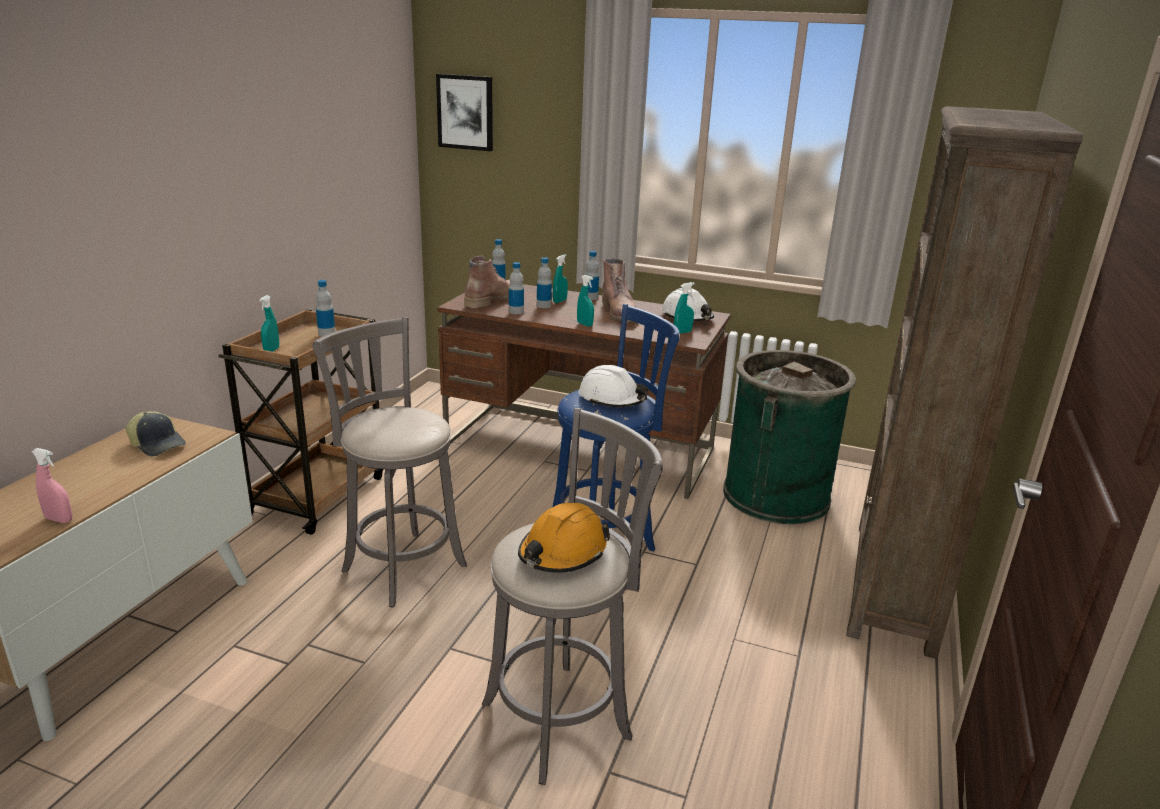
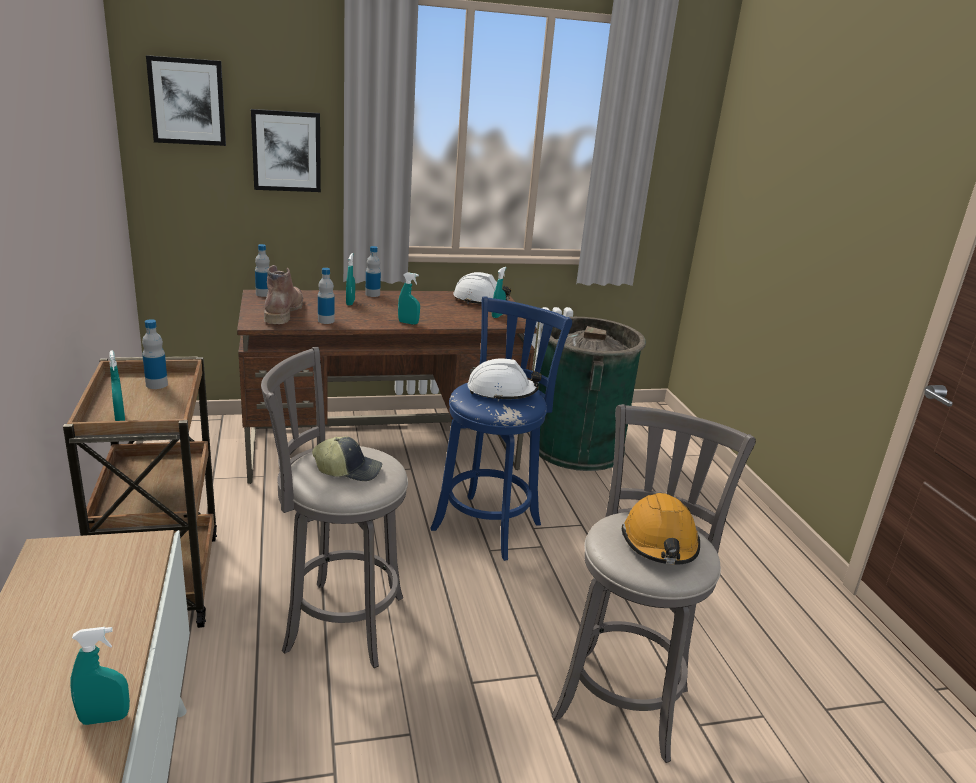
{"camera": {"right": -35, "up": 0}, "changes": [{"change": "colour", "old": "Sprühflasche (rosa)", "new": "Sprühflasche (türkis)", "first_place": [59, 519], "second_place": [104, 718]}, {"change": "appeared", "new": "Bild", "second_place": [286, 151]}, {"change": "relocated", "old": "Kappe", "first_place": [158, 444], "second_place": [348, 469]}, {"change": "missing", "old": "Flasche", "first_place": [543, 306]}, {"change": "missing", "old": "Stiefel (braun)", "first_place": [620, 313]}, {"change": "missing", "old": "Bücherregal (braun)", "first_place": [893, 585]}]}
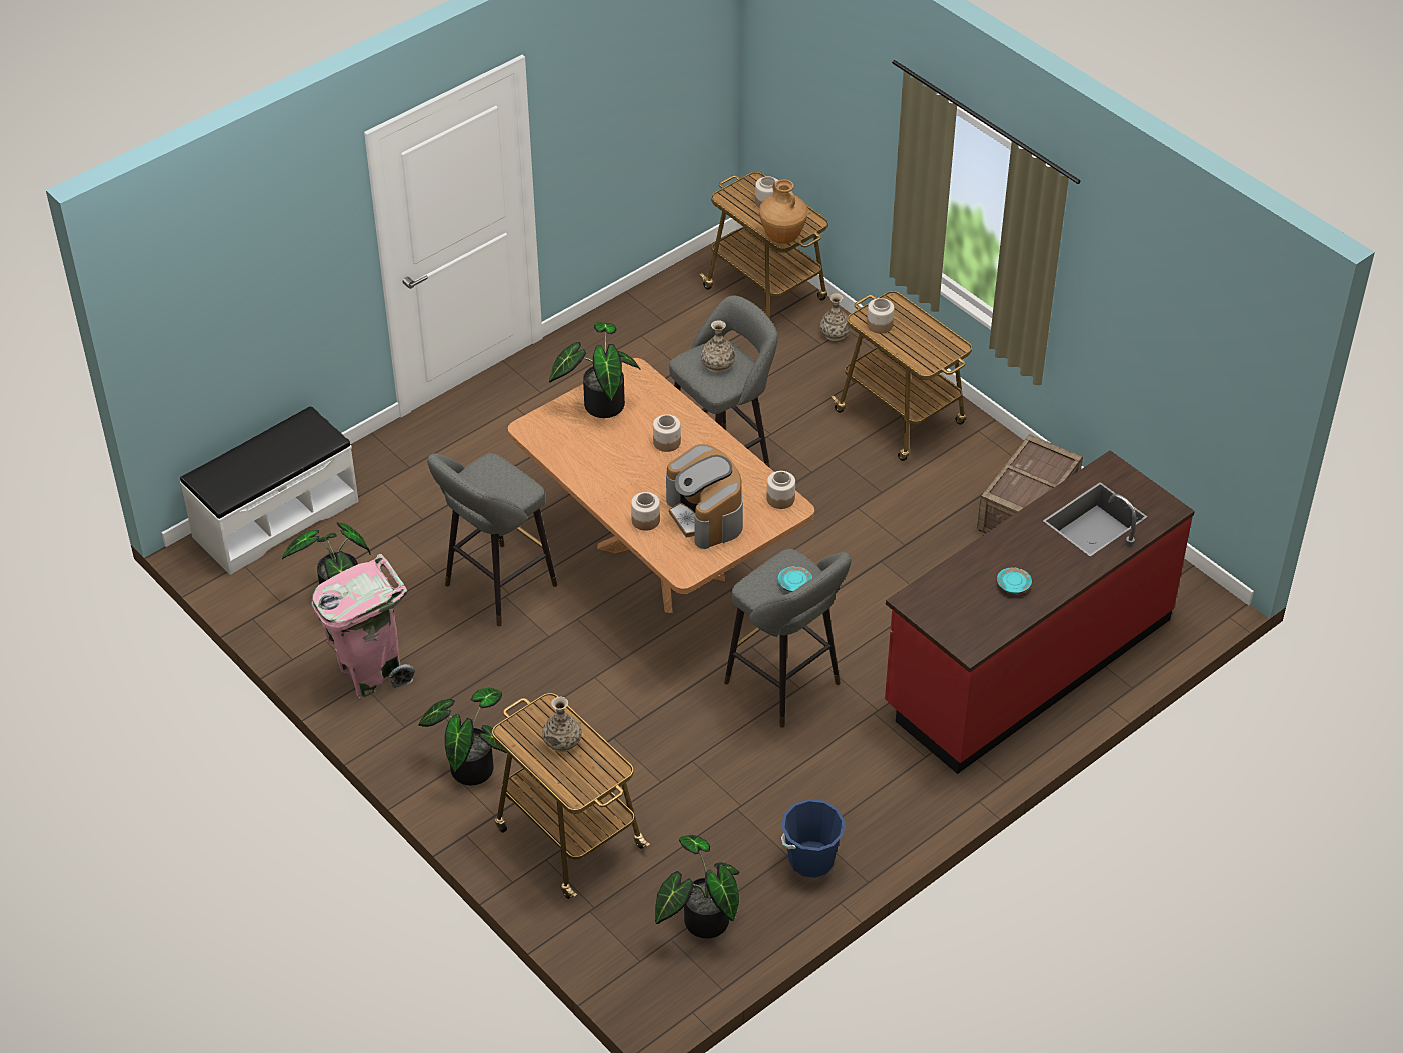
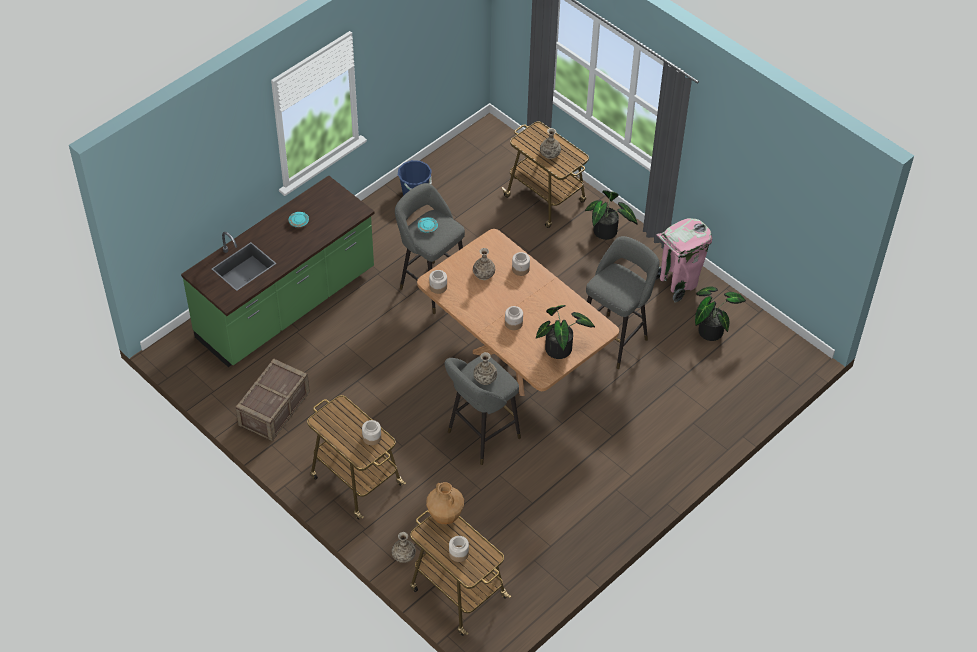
{"camera": {"right": 175, "up": 5}, "changes": [{"change": "colour", "old": "Küchenzeile (rot)", "new": "Küchenzeile (grün)", "first_place": [1027, 663], "second_place": [287, 305]}, {"change": "exchanged", "old": "Kaffeemaschine", "new": "Vase", "first_place": [706, 515], "second_place": [483, 274]}, {"change": "missing", "old": "Bank (weiß)", "first_place": [275, 518]}, {"change": "missing", "old": "Topfpflanze", "first_place": [700, 921]}]}
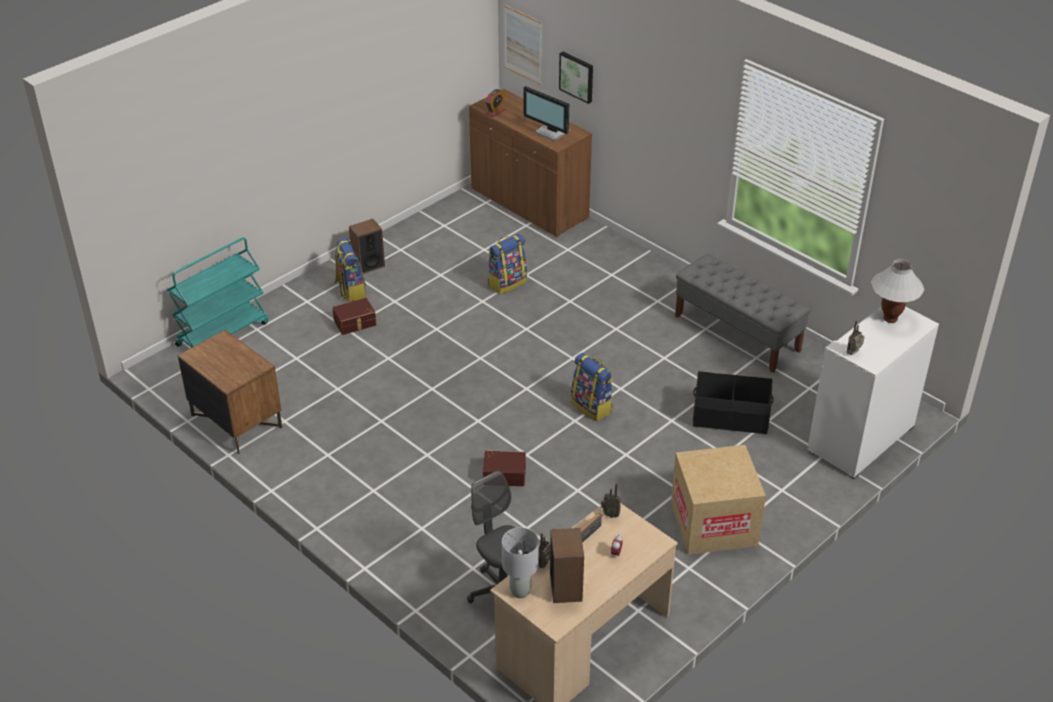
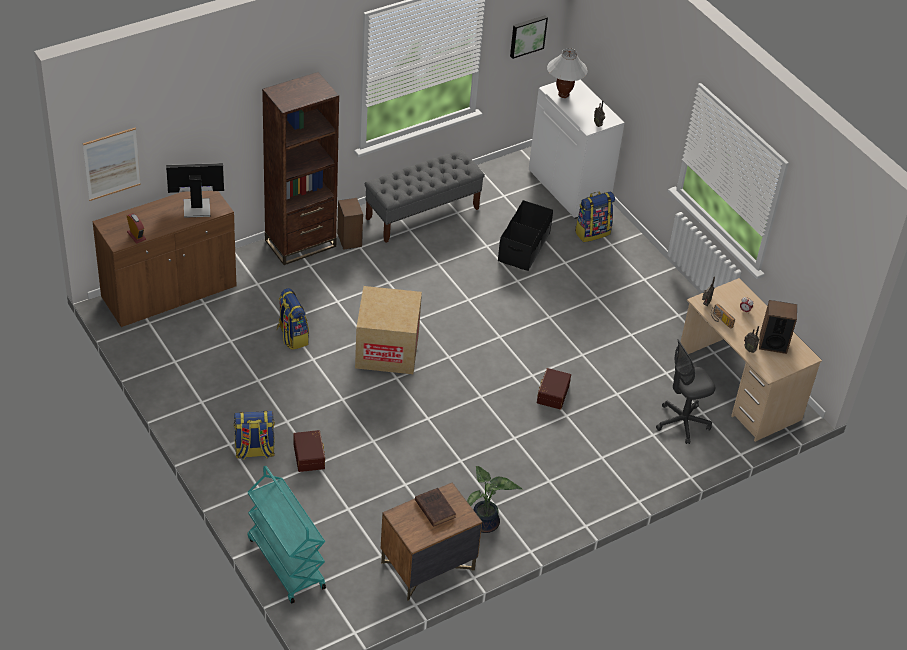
{"camera": {"right": -80, "up": 5}, "changes": [{"change": "spun", "old": "Monitor", "first_place": [551, 132], "second_place": [196, 207], "degrees": -150}, {"change": "appeared", "new": "Bücherregal (braun)", "second_place": [300, 243]}, {"change": "relocated", "old": "Lautsprecher", "first_place": [368, 265], "second_place": [349, 240]}, {"change": "relocated", "old": "Karton", "first_place": [713, 524], "second_place": [387, 350]}, {"change": "appeared", "new": "Buch (braun)", "second_place": [434, 508]}, {"change": "appeared", "new": "Topfpflanze", "second_place": [485, 525]}, {"change": "relocated", "old": "Bild", "first_place": [577, 76], "second_place": [527, 35]}, {"change": "relocated", "old": "Rucksack", "first_place": [592, 407], "second_place": [592, 232]}, {"change": "missing", "old": "Tischlampe (grau)", "first_place": [520, 592]}]}
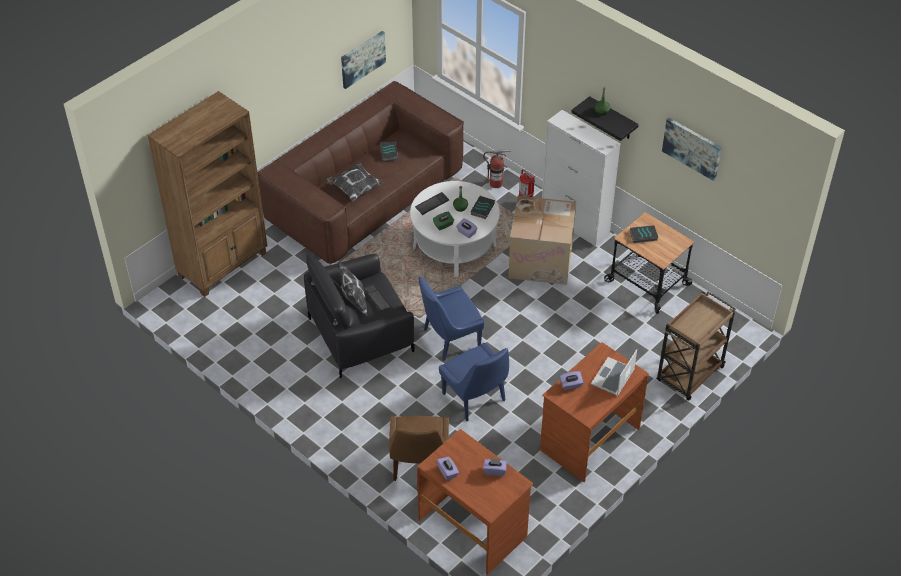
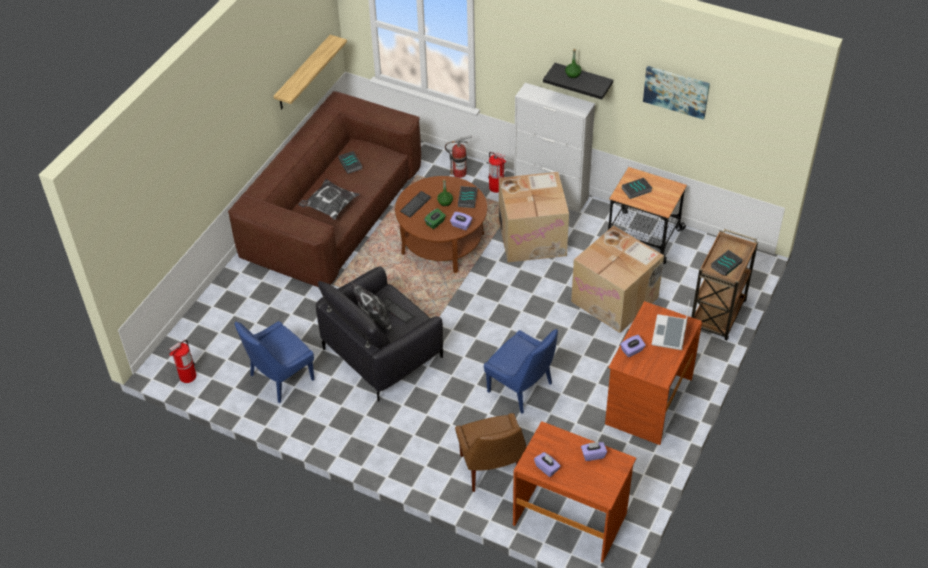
{"camera": {"right": -15, "up": 0}, "changes": [{"change": "appeared", "new": "Feuerlöscher", "second_place": [187, 376]}, {"change": "relocated", "old": "Stuhl (blau)", "first_place": [449, 339], "second_place": [280, 378]}, {"change": "exchanged", "old": "Bild", "new": "Wandregal", "first_place": [362, 59], "second_place": [303, 73]}, {"change": "colour", "old": "Couchtisch (weiß)", "new": "Couchtisch (braun)", "first_place": [454, 246], "second_place": [442, 243]}, {"change": "appeared", "new": "Karton", "second_place": [616, 299]}, {"change": "appeared", "new": "Buch", "second_place": [725, 264]}, {"change": "missing", "old": "Bücherregal (braun)", "first_place": [224, 265]}]}
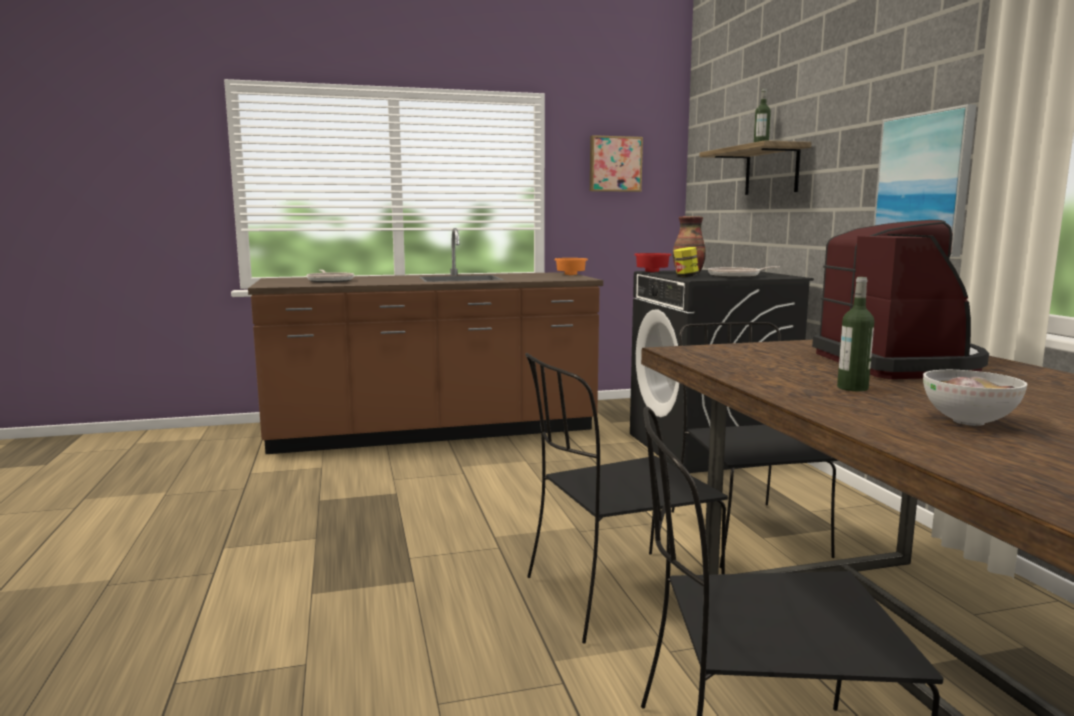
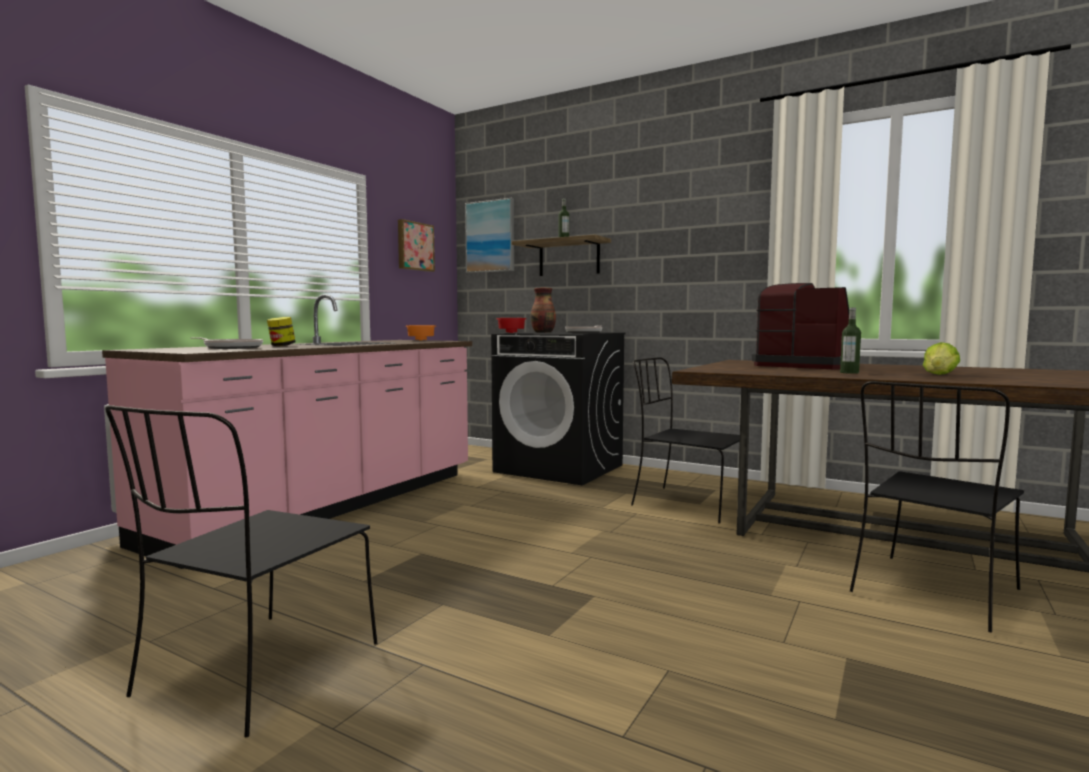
{"camera": {"right": -45, "up": -5}, "changes": [{"change": "colour", "old": "Küchenzeile (braun)", "new": "Küchenzeile (rosa)", "first_place": [433, 431], "second_place": [328, 506]}, {"change": "relocated", "old": "Stuhl (schwarz)", "first_place": [616, 595], "second_place": [256, 672]}, {"change": "relocated", "old": "Vorratsglas", "first_place": [685, 277], "second_place": [281, 346]}, {"change": "relocated", "old": "Bild", "first_place": [923, 184], "second_place": [490, 236]}, {"change": "exchanged", "old": "Schüssel", "new": "Salatkopf", "first_place": [969, 422], "second_place": [939, 375]}]}
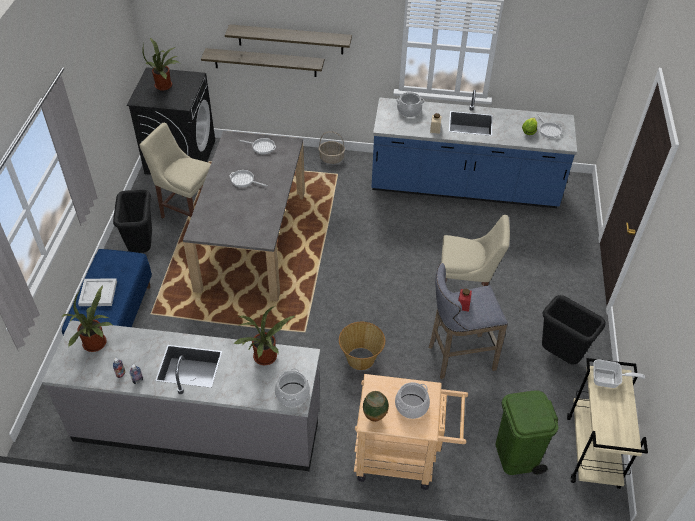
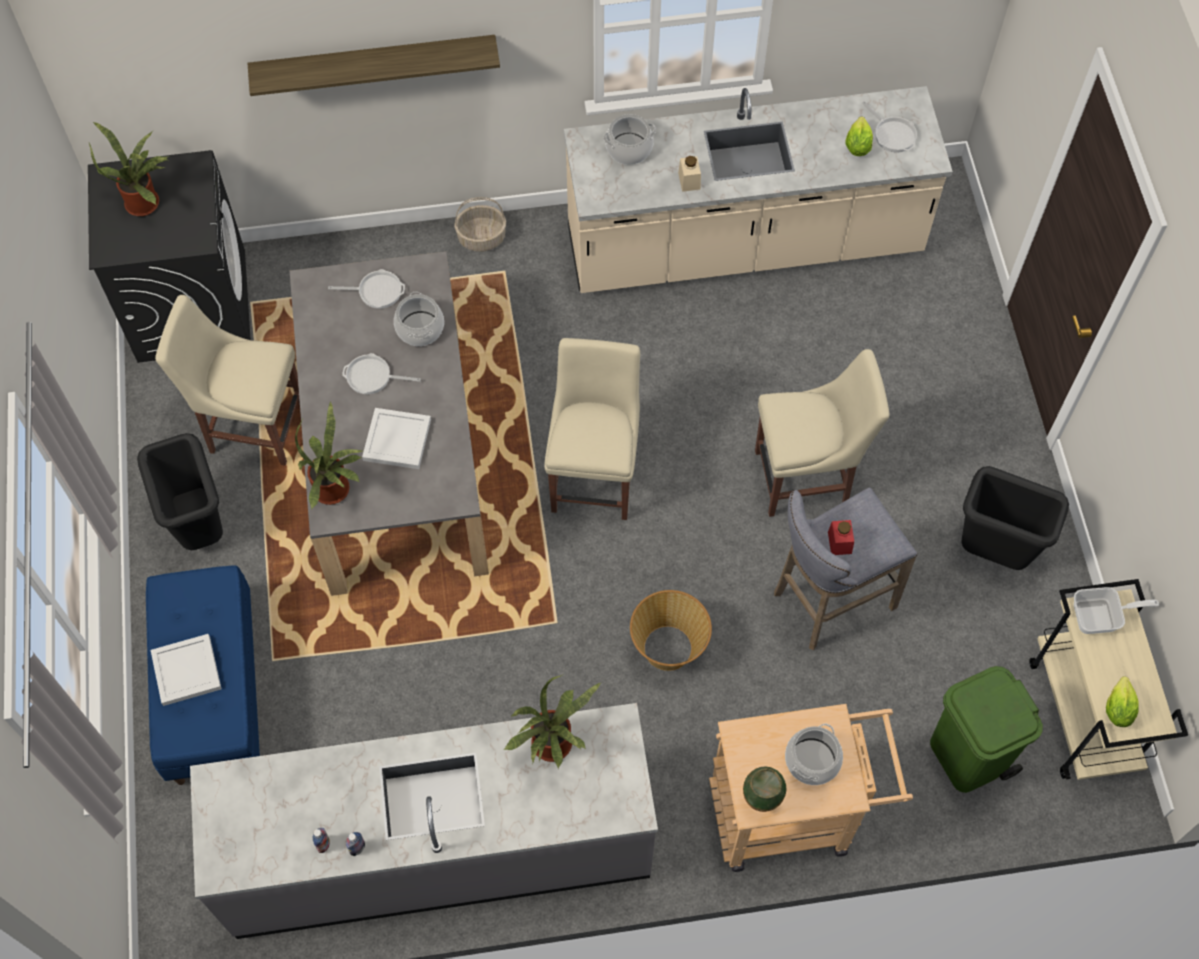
{"camera": {"right": -15, "up": 15}, "changes": [{"change": "relocated", "old": "Topfpflanze", "first_place": [97, 344], "second_place": [335, 490]}, {"change": "appeared", "new": "Tablett (weiß)", "second_place": [396, 439]}, {"change": "relocated", "old": "Kochtopf", "first_place": [292, 394], "second_place": [419, 328]}, {"change": "appeared", "new": "Stuhl (beige)", "second_place": [595, 475]}, {"change": "colour", "old": "Küchenzeile (blau)", "new": "Küchenzeile (beige)", "first_place": [464, 188], "second_place": [744, 246]}, {"change": "appeared", "new": "Salatkopf", "second_place": [1117, 709]}, {"change": "missing", "old": "Wandregal", "first_place": [265, 62]}]}
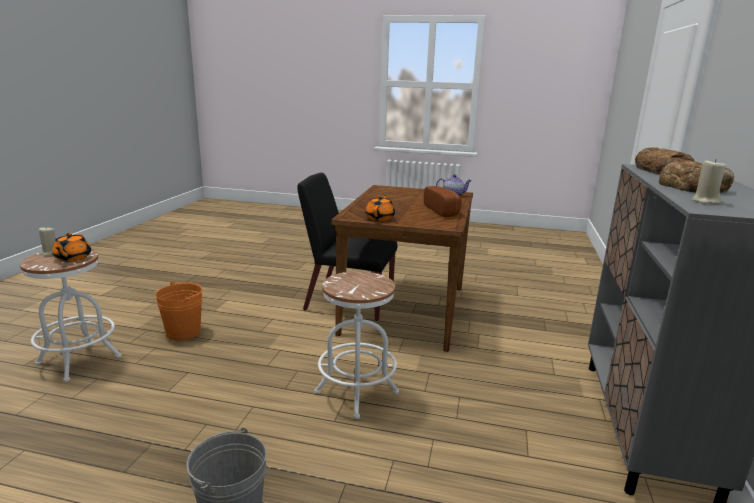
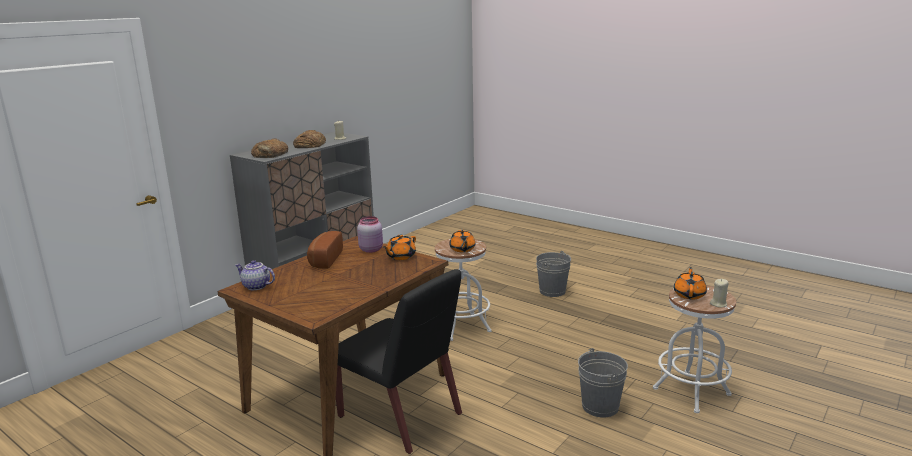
{"camera": {"right": -155, "up": 0}, "changes": [{"change": "appeared", "new": "Vorratsglas (rosa)", "second_place": [371, 249]}, {"change": "appeared", "new": "Teekanne (orange)", "second_place": [462, 249]}, {"change": "colour", "old": "Eimer (orange)", "new": "Eimer (grau)", "first_place": [183, 332], "second_place": [600, 406]}]}
